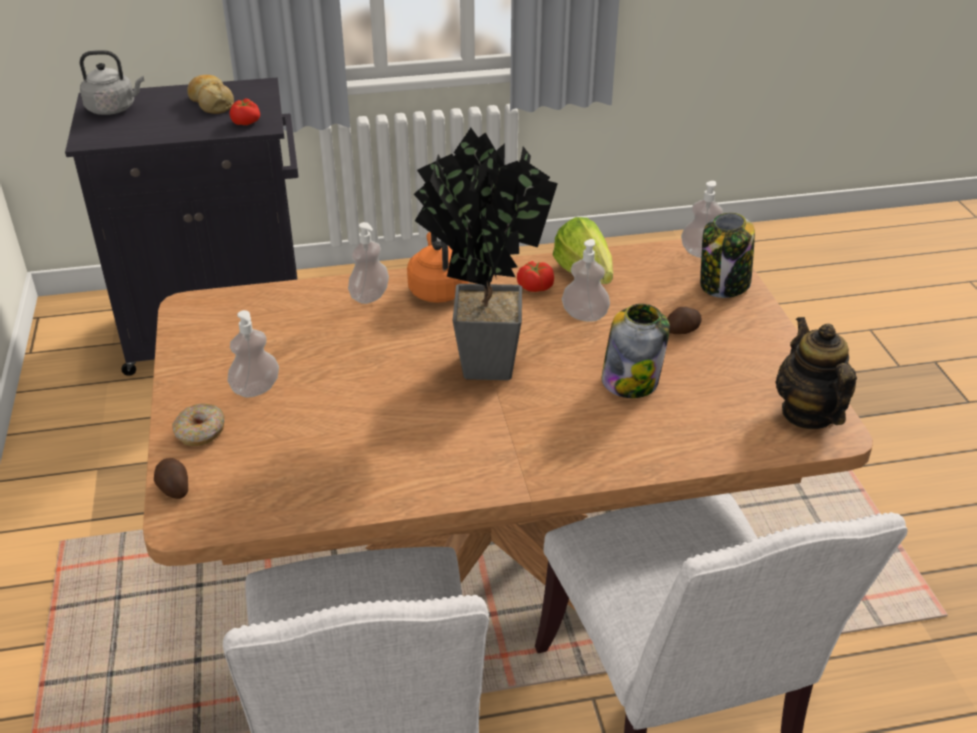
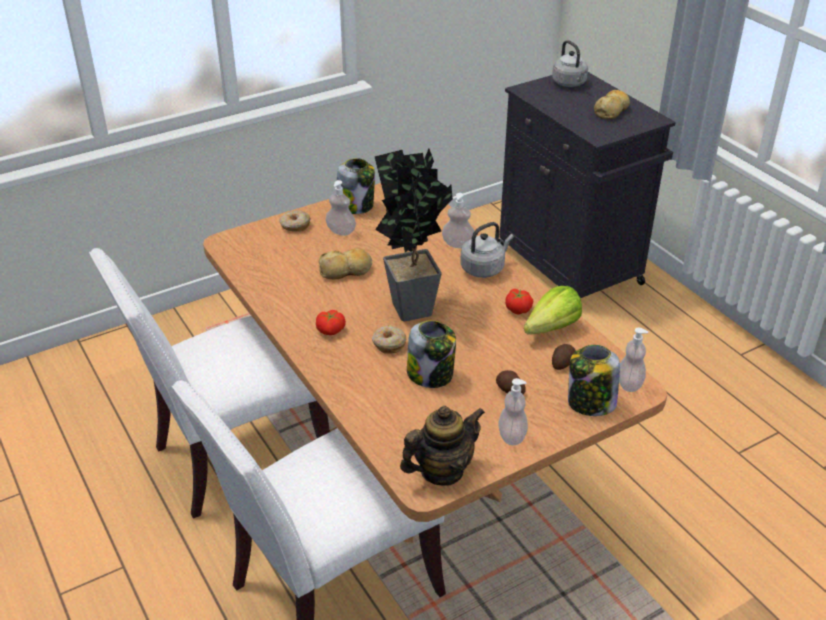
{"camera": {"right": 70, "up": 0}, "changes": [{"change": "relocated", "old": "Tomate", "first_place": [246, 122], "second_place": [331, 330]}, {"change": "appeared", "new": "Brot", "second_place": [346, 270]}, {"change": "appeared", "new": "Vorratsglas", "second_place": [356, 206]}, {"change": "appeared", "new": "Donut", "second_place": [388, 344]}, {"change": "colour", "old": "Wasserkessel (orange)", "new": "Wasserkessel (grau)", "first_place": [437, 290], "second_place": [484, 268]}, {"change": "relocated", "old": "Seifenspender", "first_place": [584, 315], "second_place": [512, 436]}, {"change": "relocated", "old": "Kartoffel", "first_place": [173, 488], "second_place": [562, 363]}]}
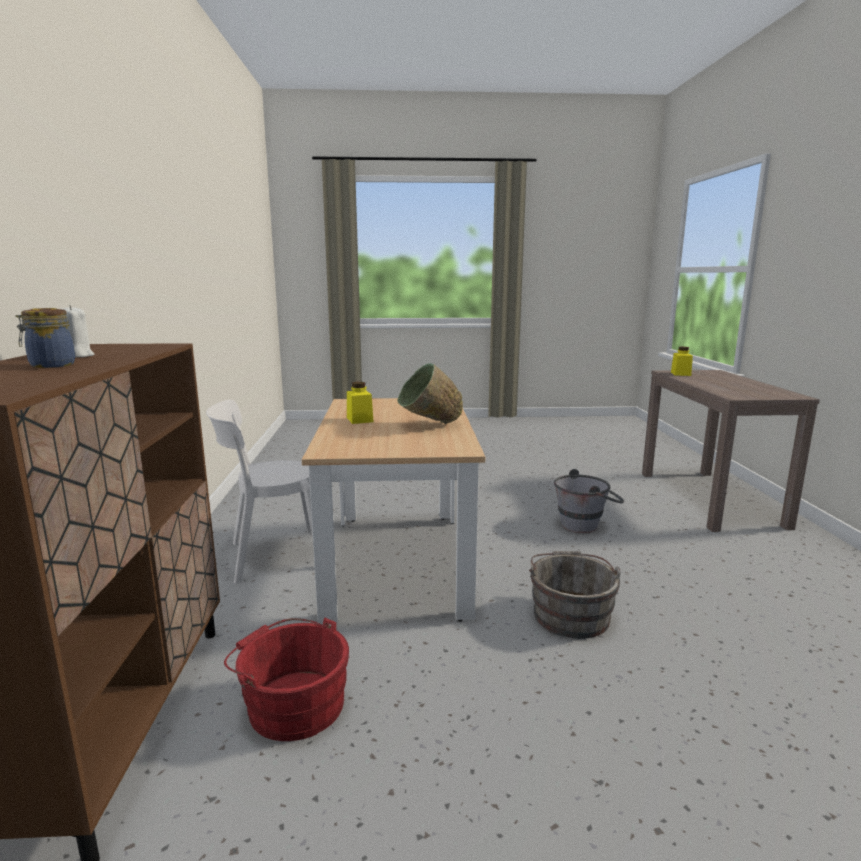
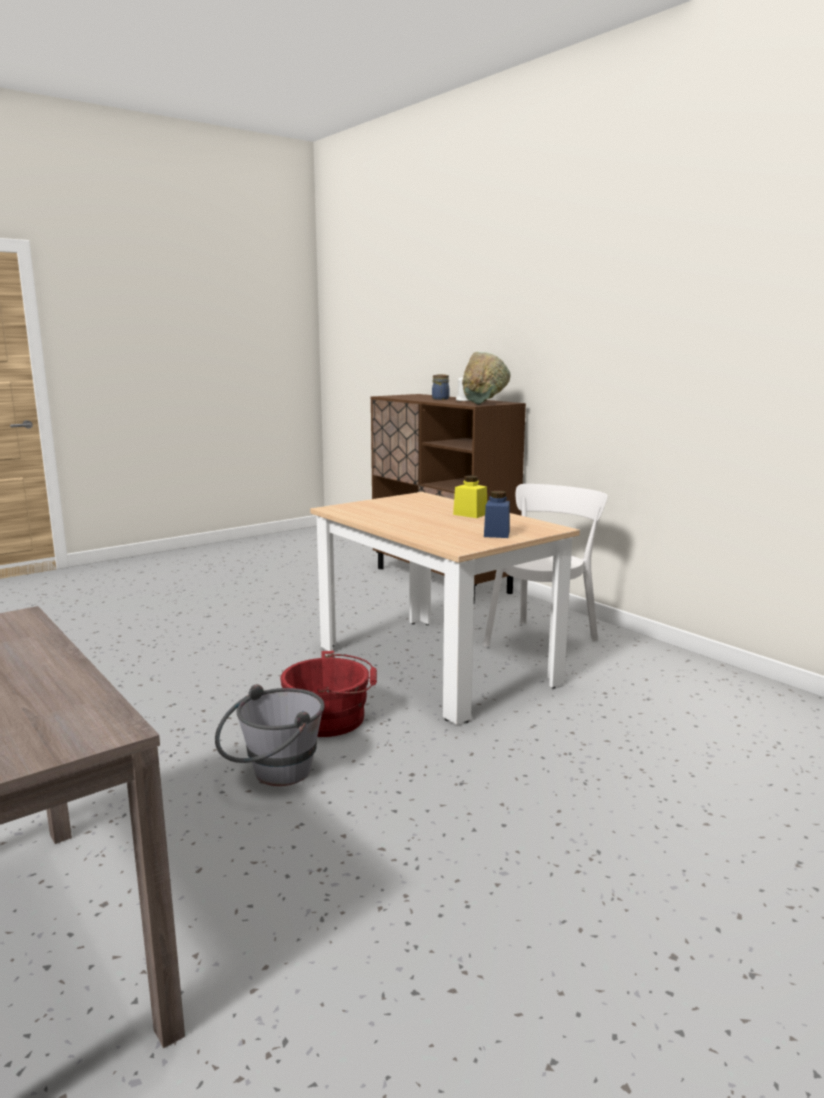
{"camera": {"right": 145, "up": 0}, "changes": [{"change": "relocated", "old": "Eimer (rot)", "first_place": [292, 703], "second_place": [331, 718]}, {"change": "relocated", "old": "Schüssel (grün)", "first_place": [429, 426], "second_place": [483, 403]}, {"change": "appeared", "new": "Vorratsglas (blau)", "second_place": [497, 533]}, {"change": "missing", "old": "Eimer (grau)", "first_place": [570, 613]}, {"change": "missing", "old": "Vorratsglas (gelb)", "first_place": [680, 374]}]}
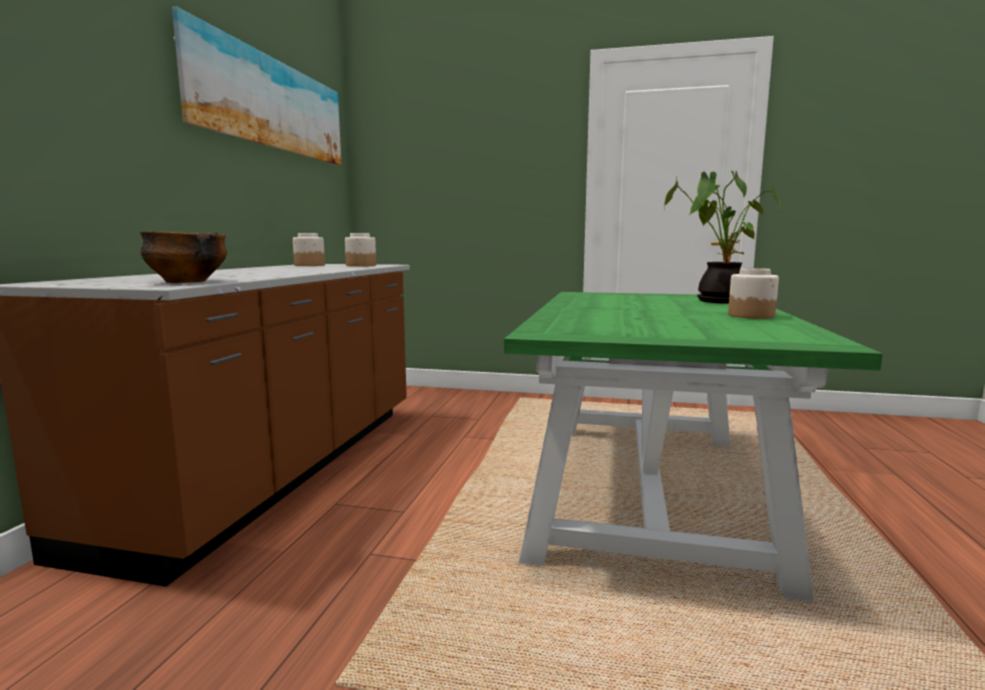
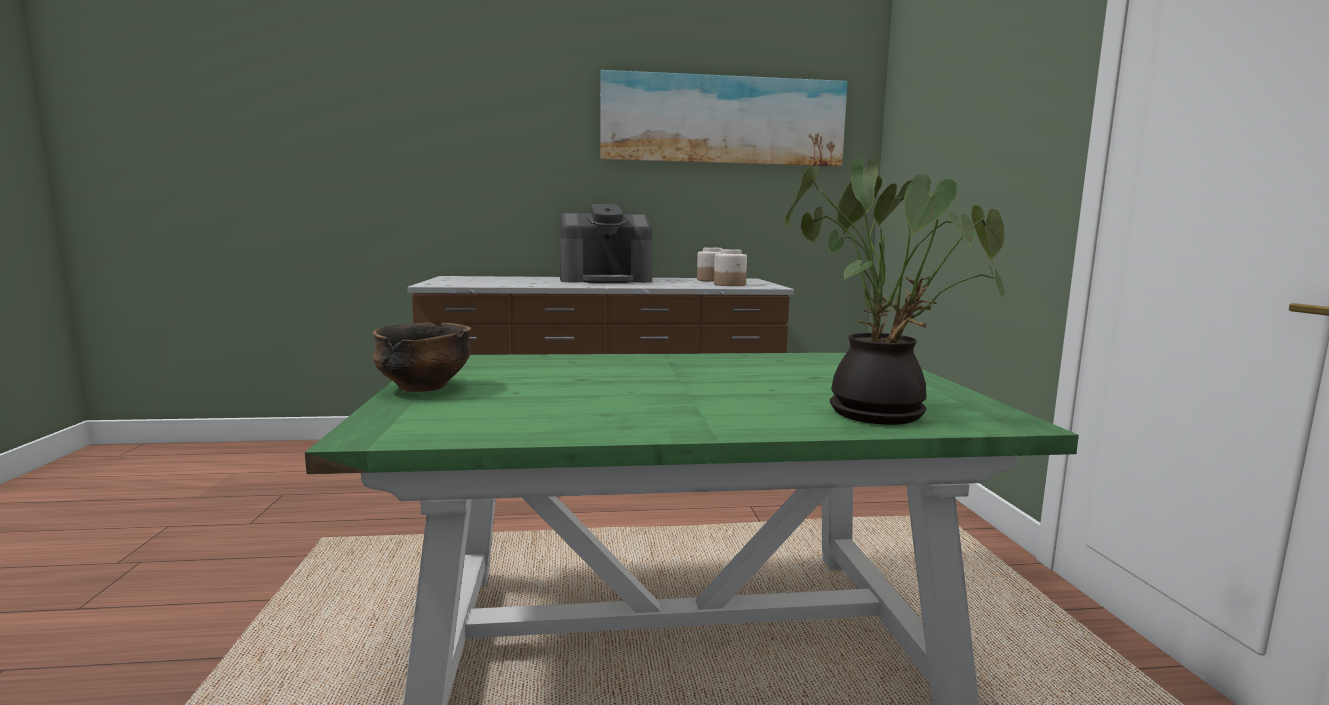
{"camera": {"right": 70, "up": 0}, "changes": [{"change": "relocated", "old": "Schüssel", "first_place": [187, 282], "second_place": [424, 388]}, {"change": "appeared", "new": "Kaffeemaschine", "second_place": [606, 280]}, {"change": "missing", "old": "Vorratsglas", "first_place": [751, 316]}]}
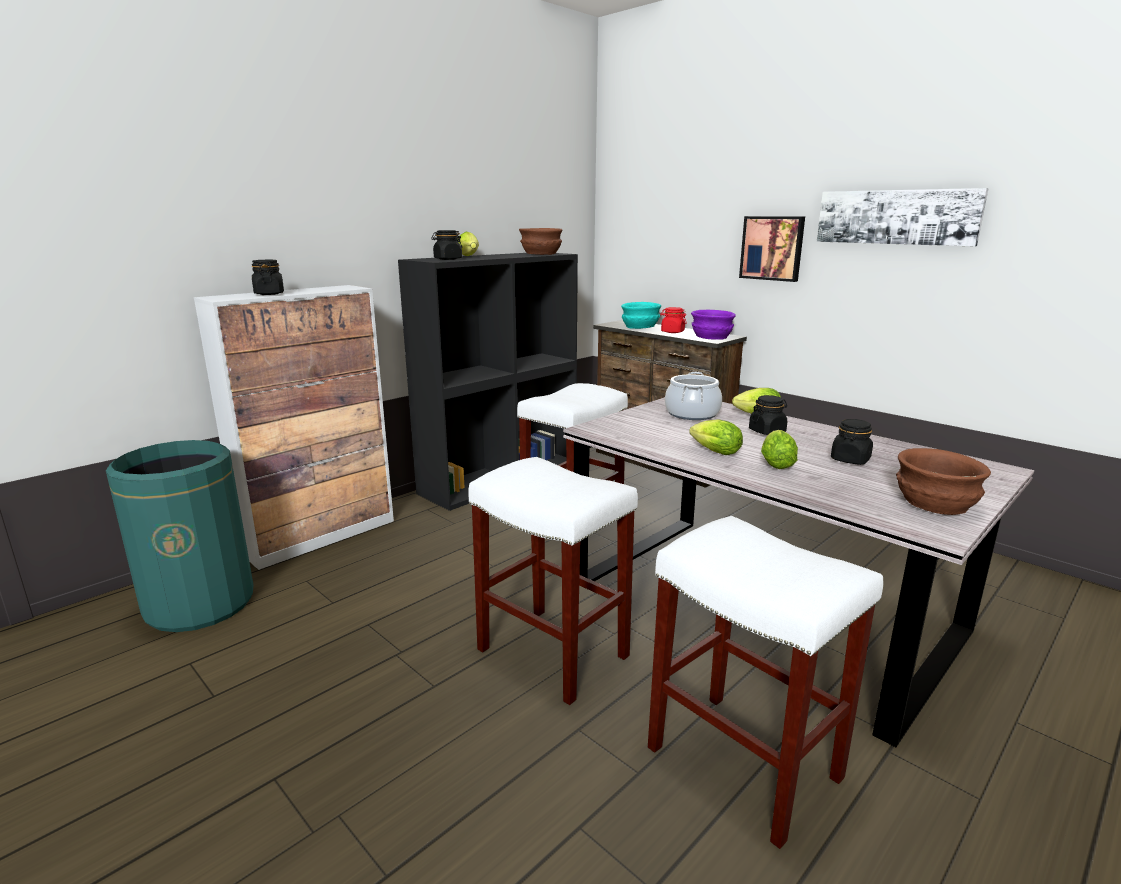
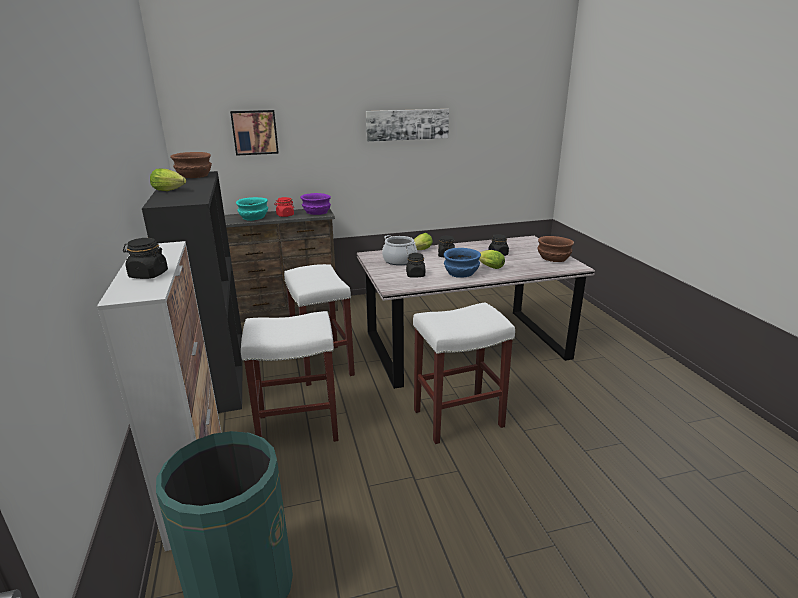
{"camera": {"right": -60, "up": 5}, "changes": [{"change": "relocated", "old": "Bild", "first_place": [772, 248], "second_place": [255, 132]}, {"change": "relocated", "old": "Hocker (weiß)", "first_place": [740, 762], "second_place": [297, 428]}, {"change": "relocated", "old": "Vorratsglas (schwarz)", "first_place": [447, 259], "second_place": [415, 275]}, {"change": "exchanged", "old": "Salatkopf", "new": "Schüssel (blau)", "first_place": [713, 451], "second_place": [461, 273]}]}
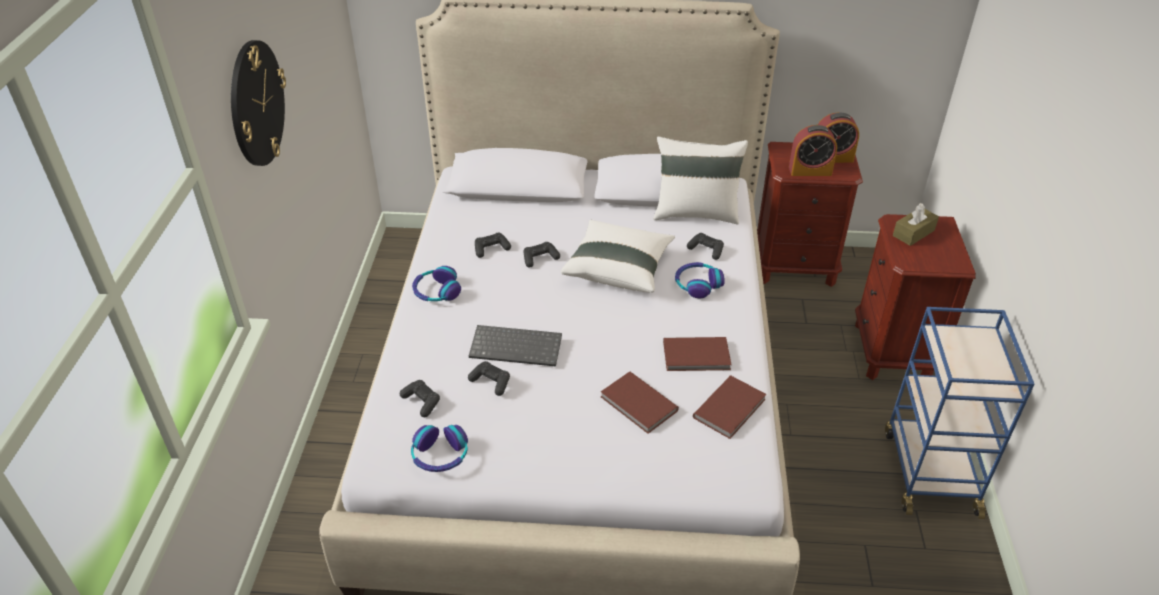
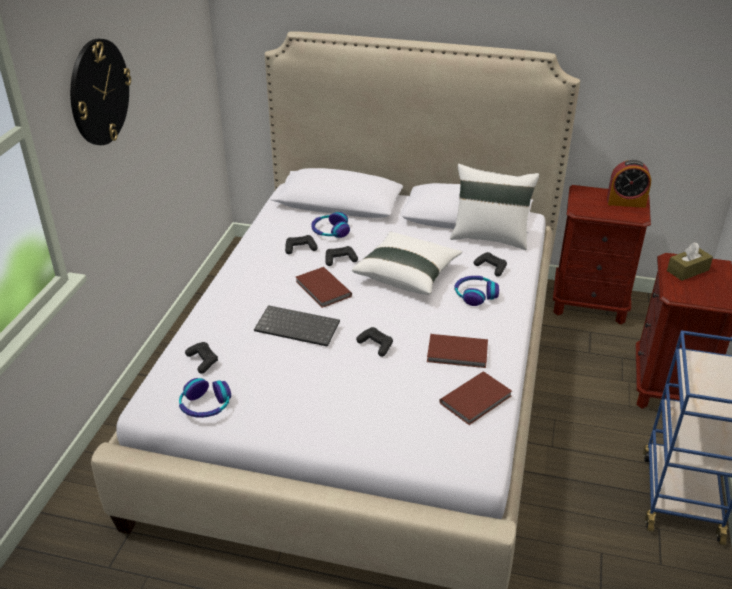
{"camera": {"right": 10, "up": -5}, "changes": [{"change": "relocated", "old": "Buch (braun)", "first_place": [638, 405], "second_place": [322, 289]}, {"change": "relocated", "old": "Kopfhörer", "first_place": [436, 291], "second_place": [330, 231]}, {"change": "relocated", "old": "Gamepad (schwarz)", "first_place": [491, 382], "second_place": [376, 345]}, {"change": "missing", "old": "Wecker", "first_place": [810, 171]}]}
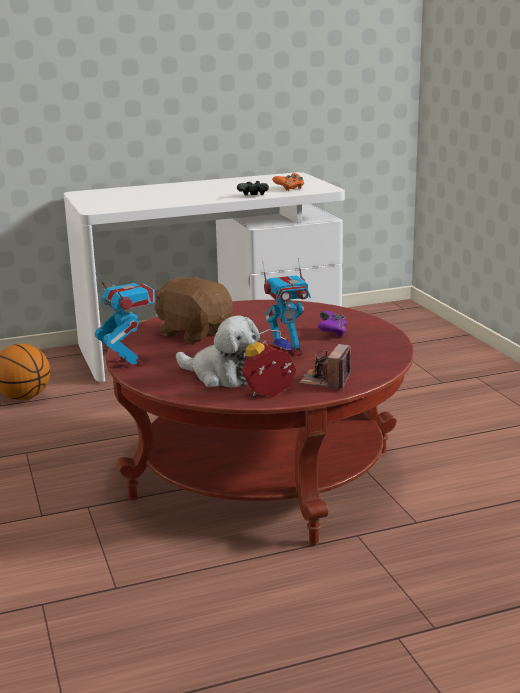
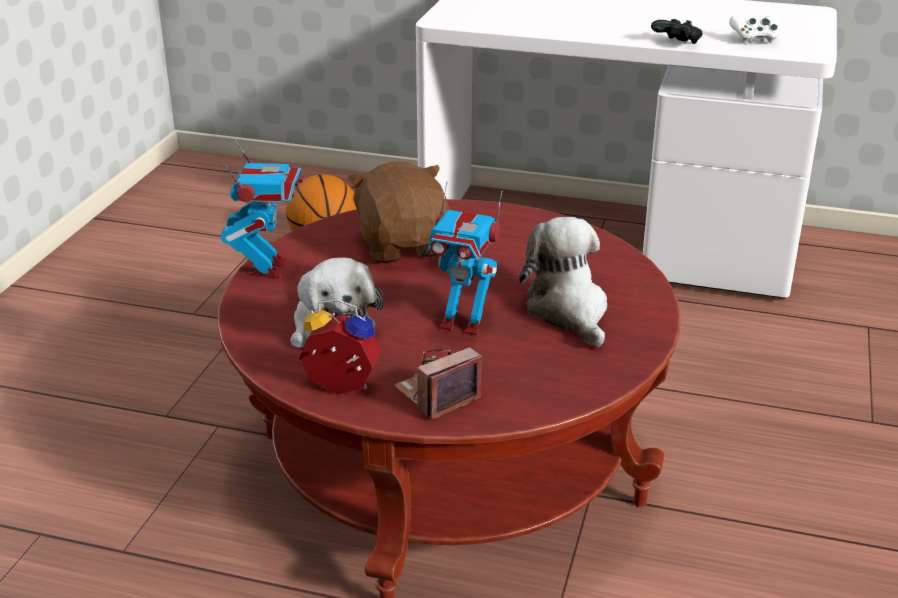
{"camera": {"right": 35, "up": 10}, "changes": [{"change": "exchanged", "old": "Gamepad (lila)", "new": "Plüschtier", "first_place": [332, 333], "second_place": [569, 311]}, {"change": "colour", "old": "Gamepad (orange)", "new": "Gamepad (weiß)", "first_place": [289, 189], "second_place": [754, 40]}]}
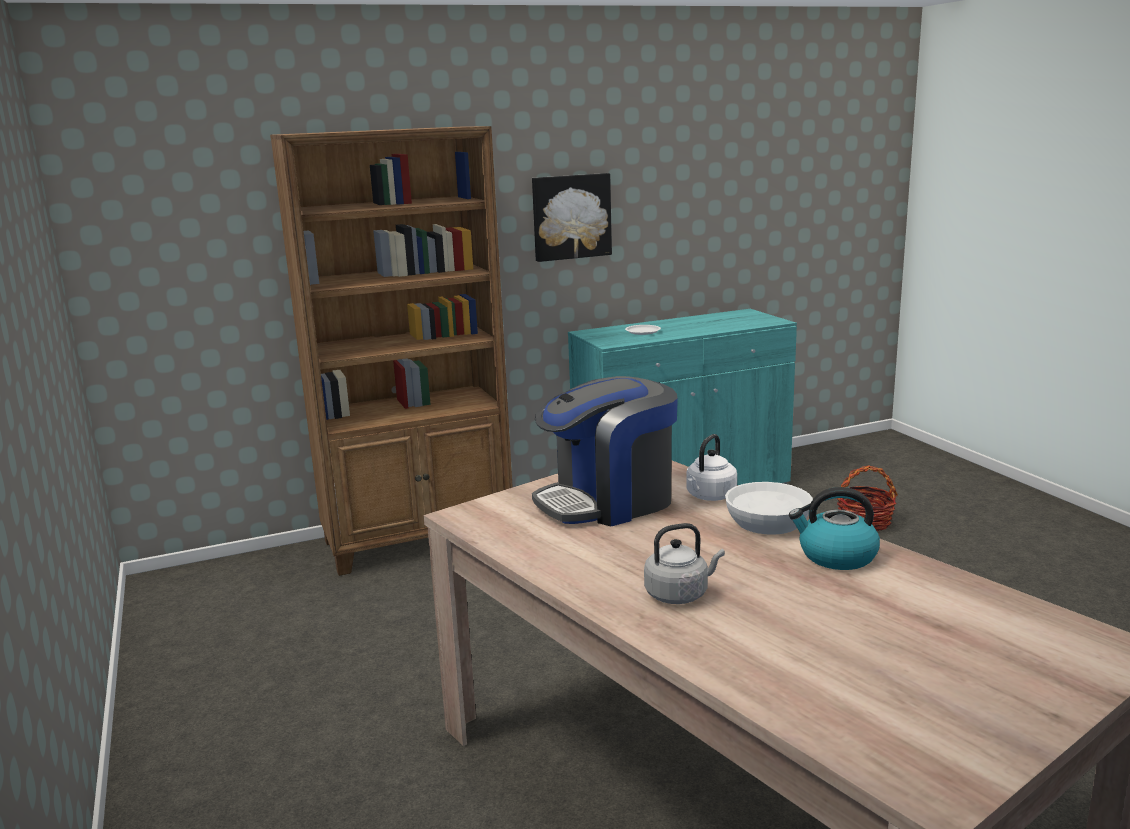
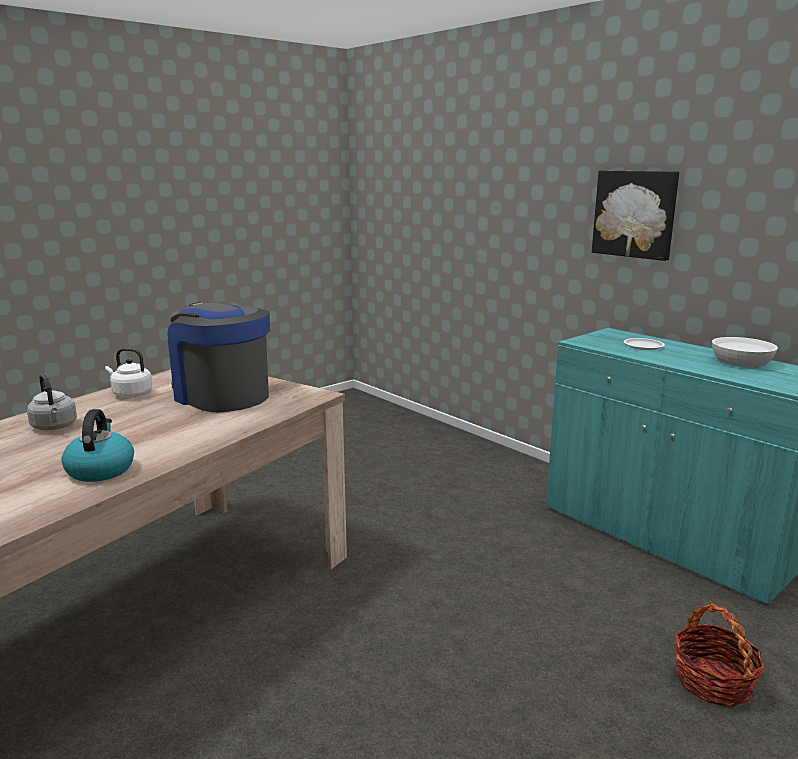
{"camera": {"right": 70, "up": 0}, "changes": [{"change": "relocated", "old": "Wasserkessel (weiß)", "first_place": [709, 496], "second_place": [130, 394]}, {"change": "relocated", "old": "Schüssel (weiß)", "first_place": [768, 522], "second_place": [742, 362]}, {"change": "missing", "old": "Bücherregal (braun)", "first_place": [419, 541]}]}
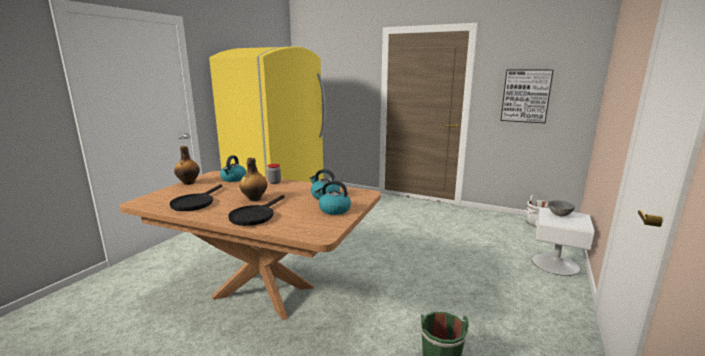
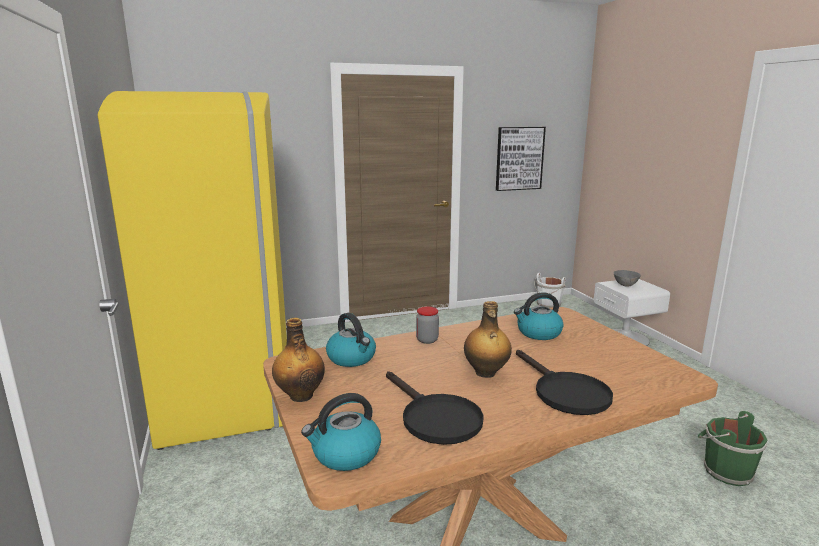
{"camera": {"right": -45, "up": 0}, "changes": [{"change": "relocated", "old": "Wasserkessel", "first_place": [334, 210], "second_place": [345, 454]}]}
